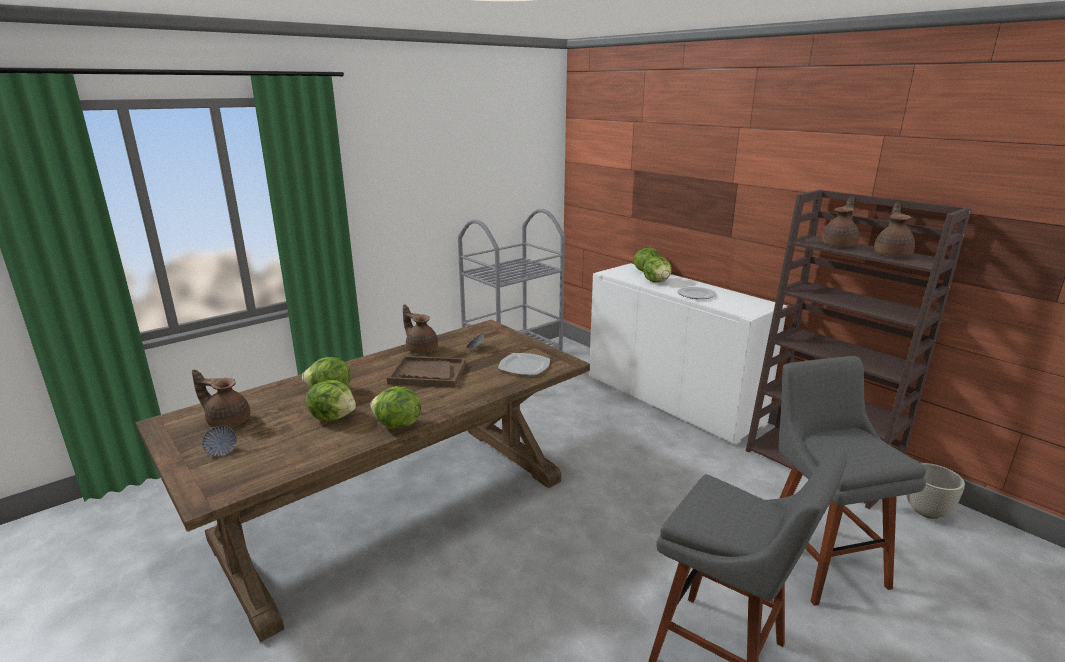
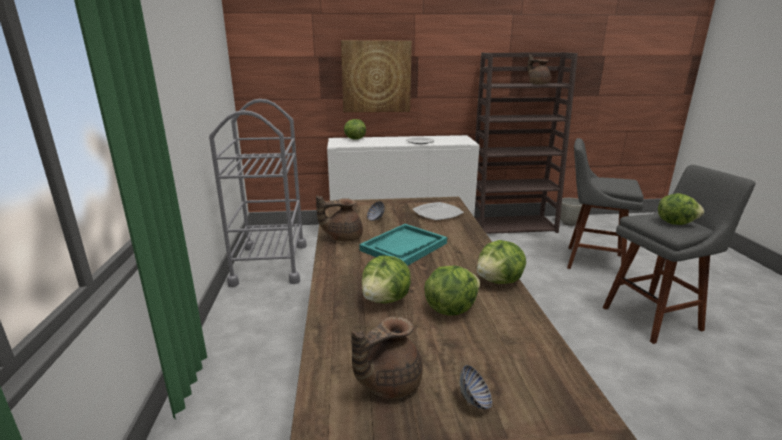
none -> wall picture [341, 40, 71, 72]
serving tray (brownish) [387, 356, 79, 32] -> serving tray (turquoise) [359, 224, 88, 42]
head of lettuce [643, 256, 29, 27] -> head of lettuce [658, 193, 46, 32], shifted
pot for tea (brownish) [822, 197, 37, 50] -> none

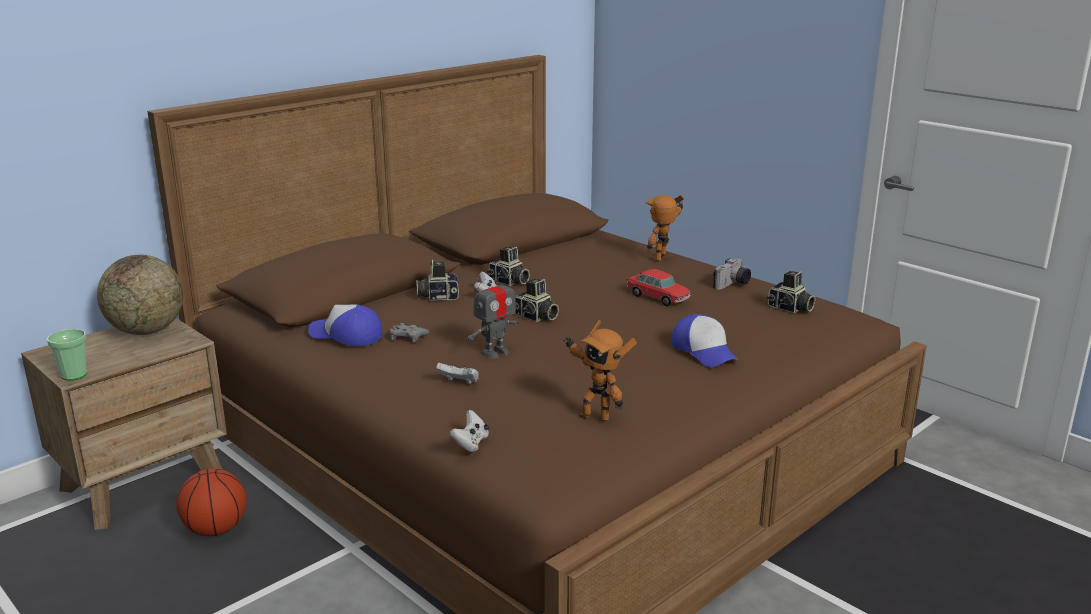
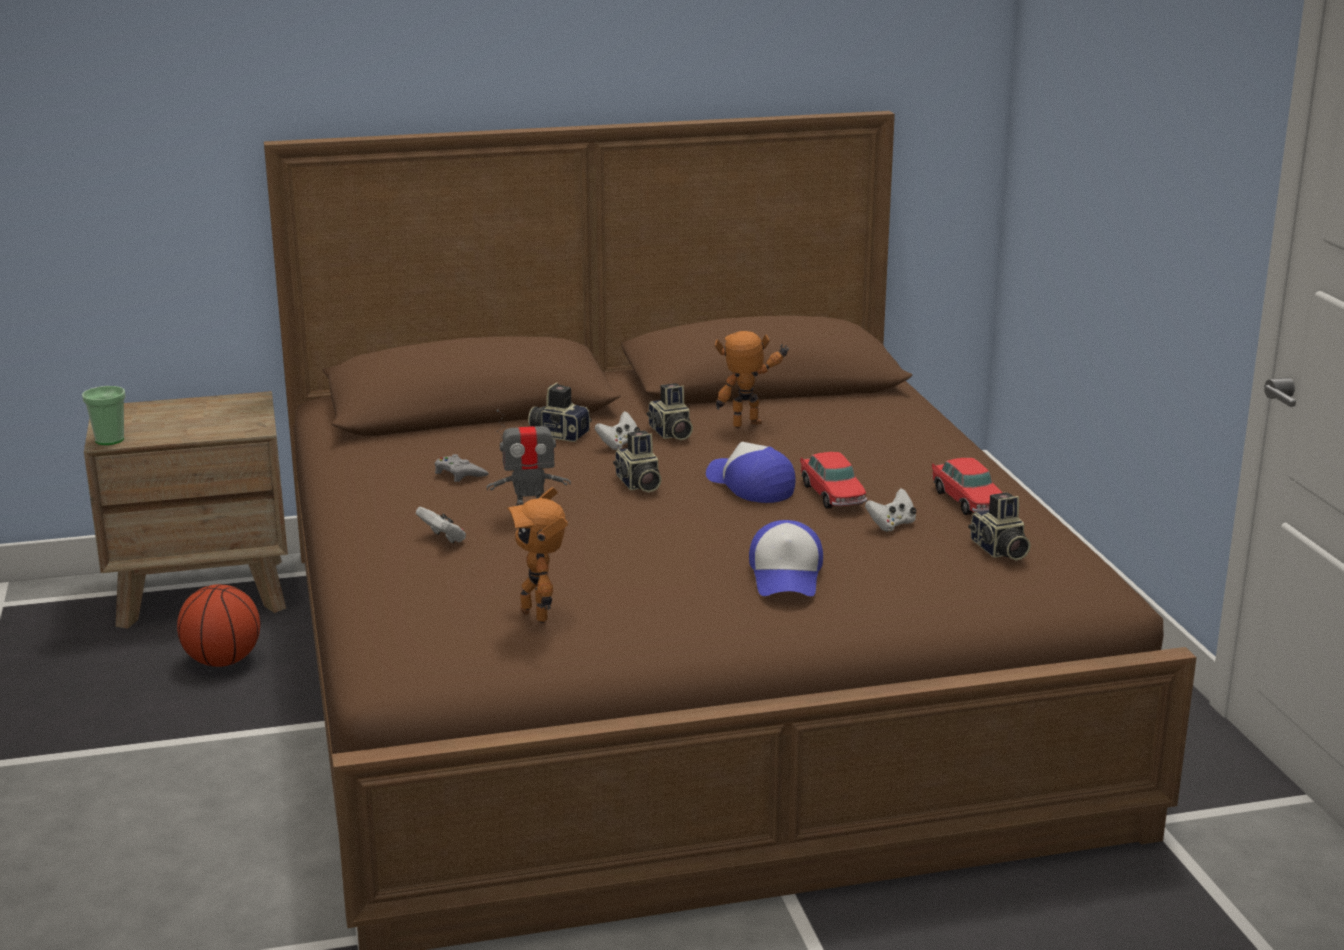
cap [308, 304, 74, 42] -> cap [706, 442, 90, 61], shifted
toy robot [646, 195, 38, 66] -> toy robot [715, 331, 74, 97], shifted
game controller (white-coloured) [450, 410, 39, 42] -> game controller (white-coloured) [865, 488, 51, 44], shifted
photo camera [713, 258, 38, 32] -> model car [932, 458, 70, 57]
desk globe [97, 255, 86, 80] -> none

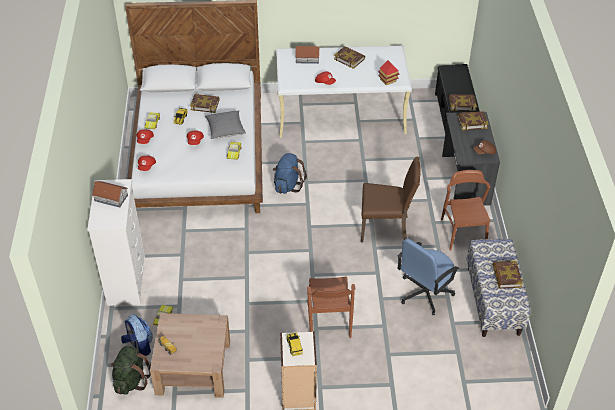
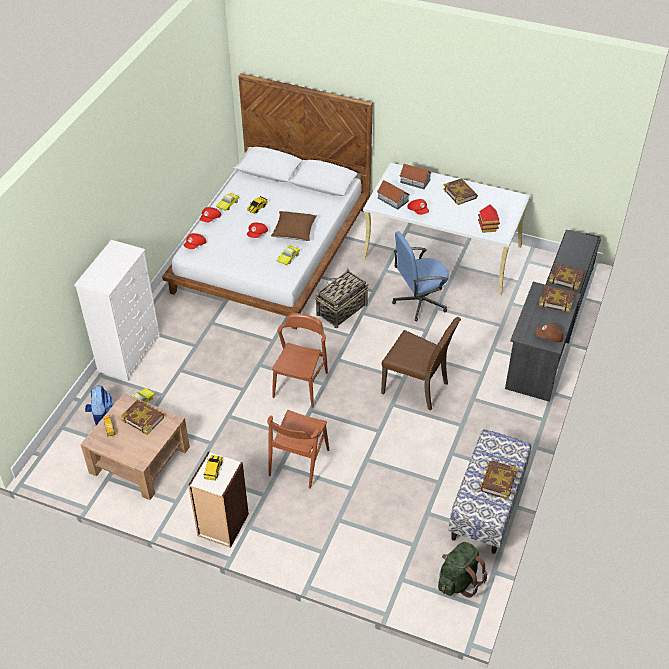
bound book [190, 94, 29, 19] -> bound book [121, 400, 43, 35], shifted
cushion (gray) [205, 110, 41, 29] -> cushion (brownish) [271, 211, 46, 30]
plain chair (brownish) [441, 170, 50, 81] -> plain chair (brownish) [272, 313, 56, 95], shifted
backpack (blue) [273, 153, 34, 41] -> household basket [315, 269, 54, 59]
miniature house [92, 181, 36, 27] -> miniature house [377, 180, 33, 30], shifted
computer chair (blue) [397, 239, 62, 76] -> computer chair (blue) [392, 231, 57, 91], shifted
backpack (green-coloured) [111, 346, 40, 49] -> backpack (green-coloured) [438, 542, 49, 56], shifted

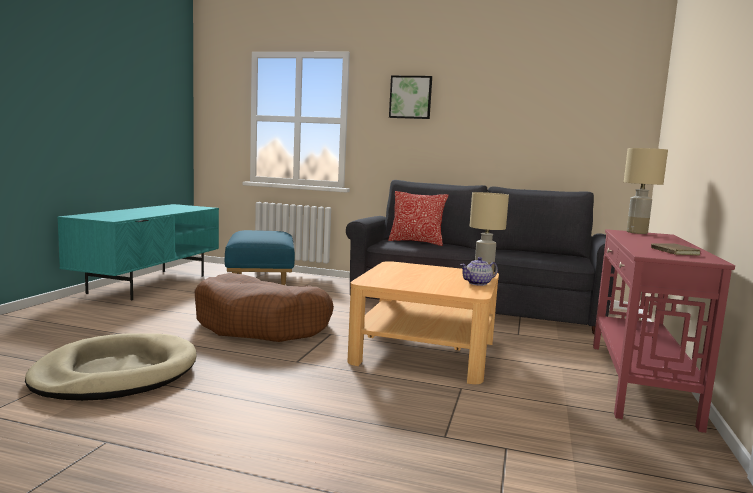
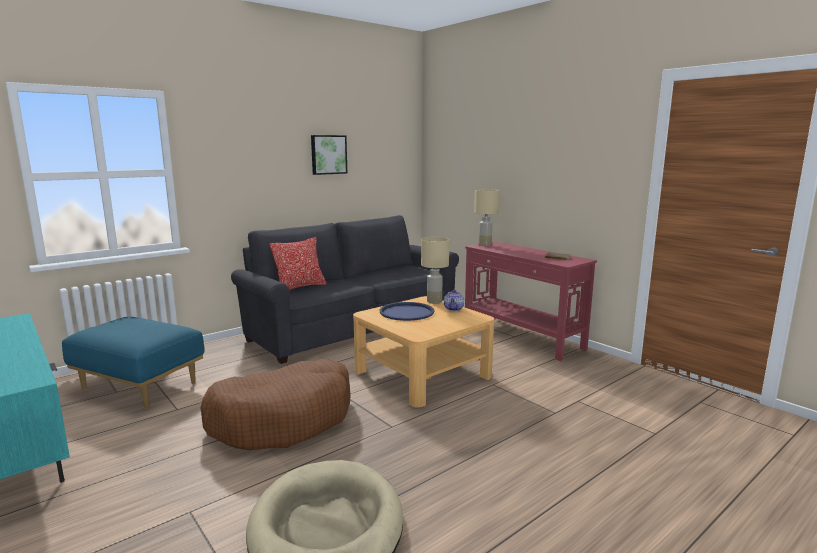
wall picture [389, 76, 43, 43] -> wall picture [311, 135, 36, 40], shifted
none -> serving tray (blue) [379, 302, 56, 19]

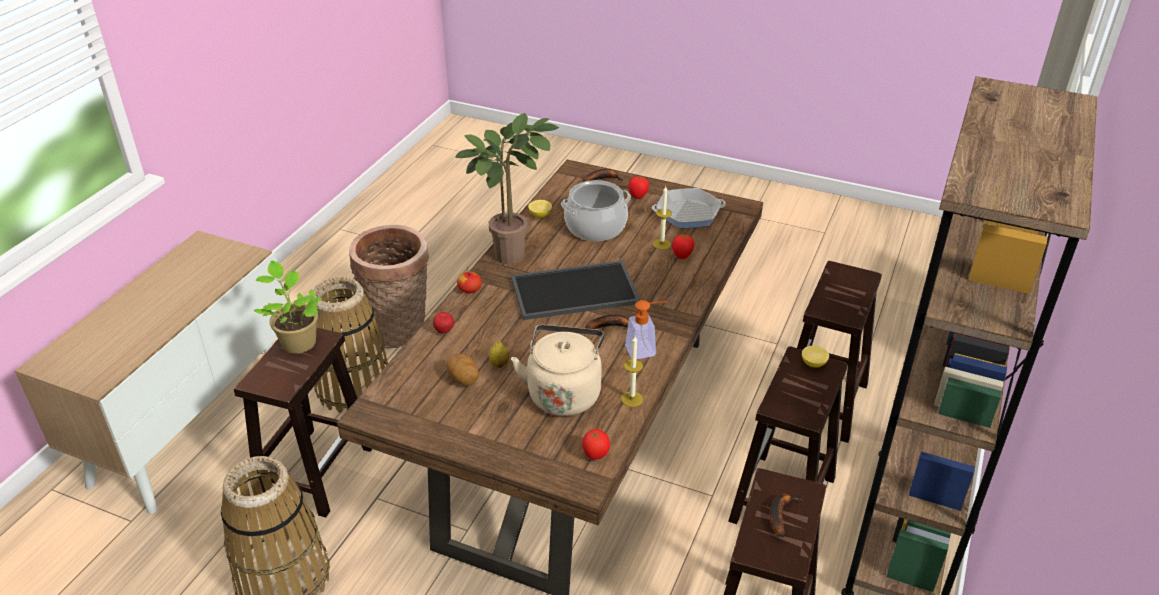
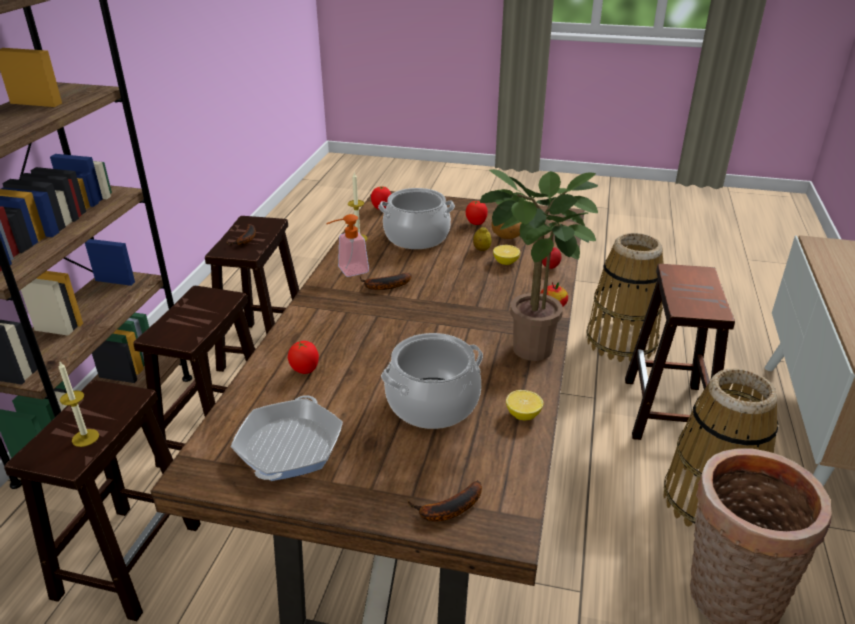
wax candle [653, 186, 19, 64] -> wax candle [59, 362, 40, 85], shifted
skillet [652, 188, 74, 40] -> skillet [231, 395, 112, 86], 60 degrees counterclockwise
water kettle (beige) [511, 325, 93, 91] -> saucepot [378, 188, 77, 61]
fresh tomato [628, 176, 21, 23] -> fresh tomato [466, 201, 22, 24], shifted
lemon [802, 346, 27, 22] -> lemon [493, 245, 27, 20], shifted
plant in a pot [254, 260, 68, 94] -> none
serving tray [511, 260, 129, 60] -> none

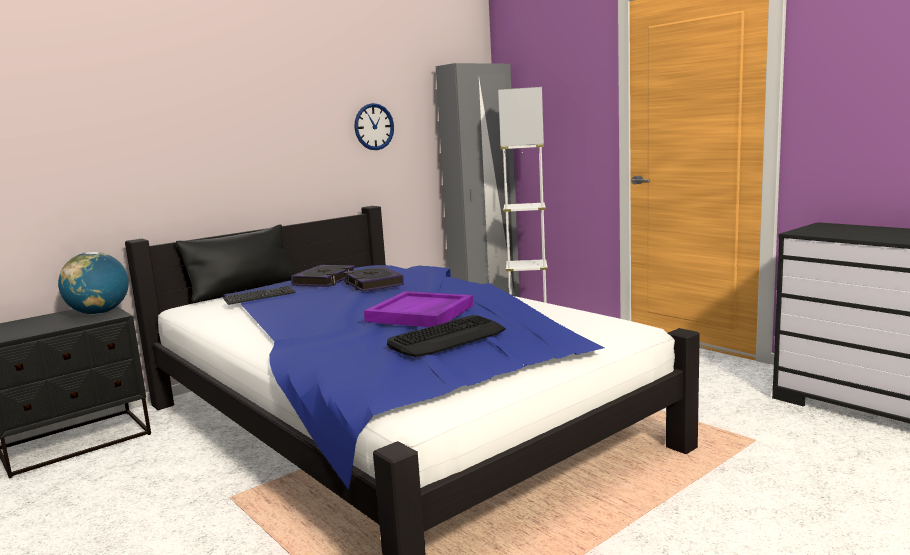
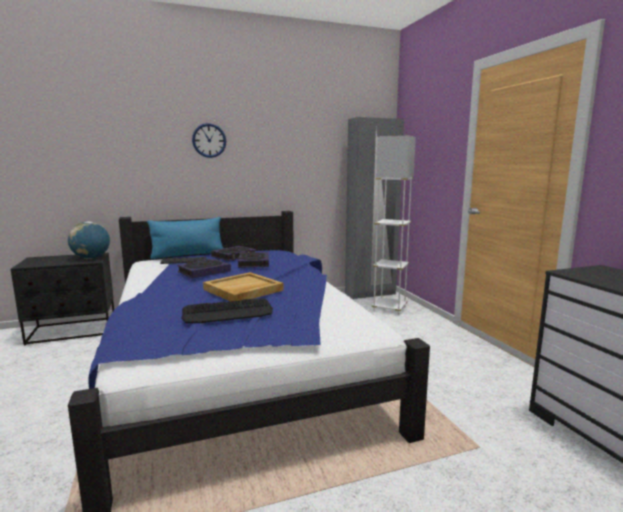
cushion (black) [176, 224, 120, 79] -> cushion (blue) [147, 217, 77, 42]
none -> bound book [178, 259, 53, 20]
clock on the wall [355, 103, 39, 47] -> clock on the wall [192, 123, 34, 35], shifted
serving tray (purple-coloured) [364, 291, 109, 36] -> serving tray (beige) [203, 272, 81, 29]

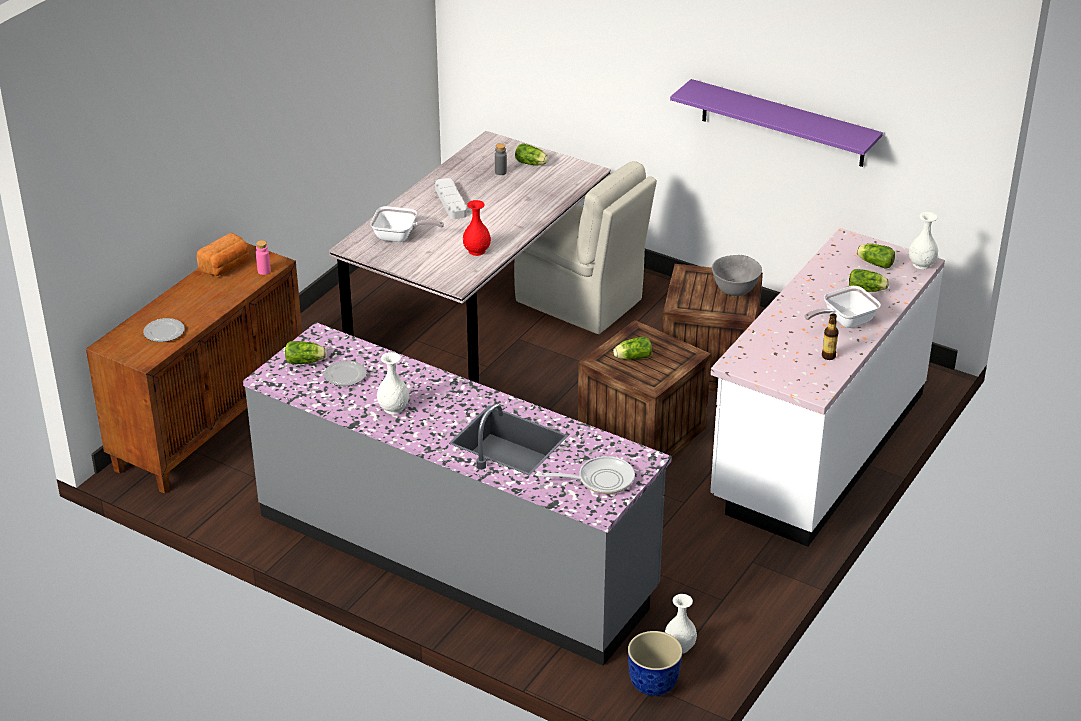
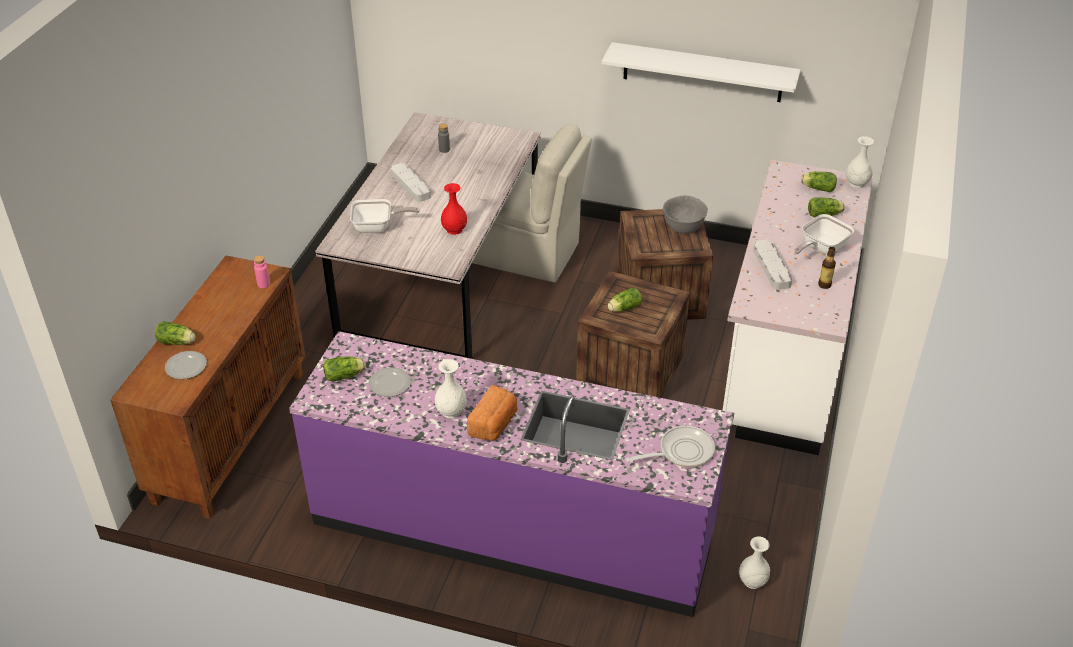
head of lettuce [515, 143, 34, 22] -> head of lettuce [155, 321, 41, 24], shifted
kitchen counter (gray) [243, 322, 429, 344] -> kitchen counter (purple-coloured) [289, 331, 445, 286]
bakery bread [197, 233, 52, 43] -> bakery bread [467, 385, 50, 56], shifted
shelf (purple-coloured) [670, 79, 213, 88] -> shelf (white-coloured) [602, 42, 199, 60]
none -> serving tray (gray) [753, 240, 39, 50]
plant pot [628, 631, 55, 65] -> none

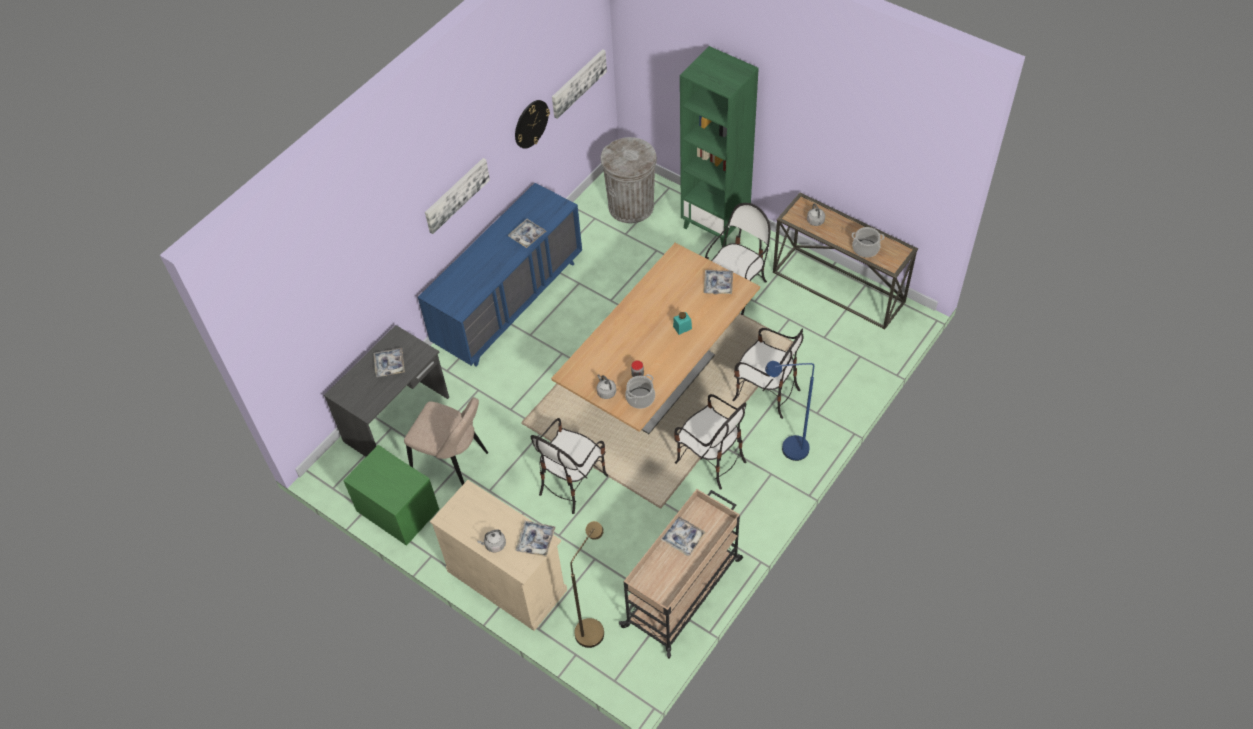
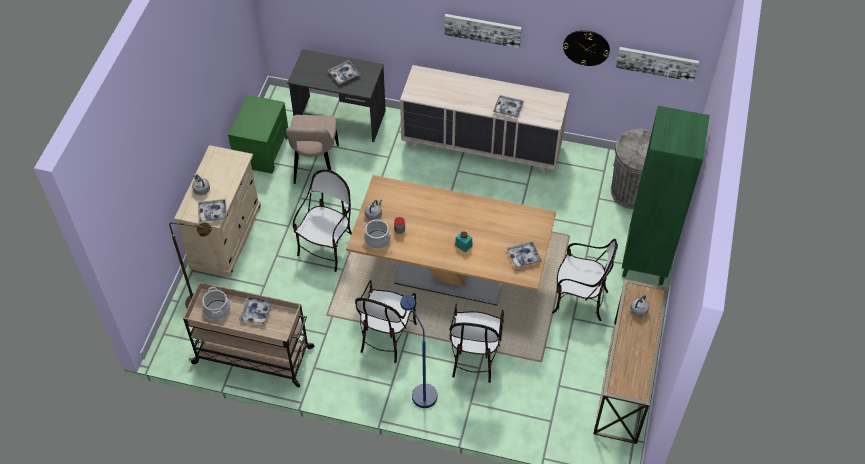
saucepot [852, 227, 32, 31] -> saucepot [202, 287, 28, 33], shifted
plain chair [531, 418, 77, 96] -> plain chair [293, 170, 59, 102], 105 degrees clockwise
dresser (blue) [418, 183, 164, 183] -> dresser (beige) [400, 65, 169, 109]

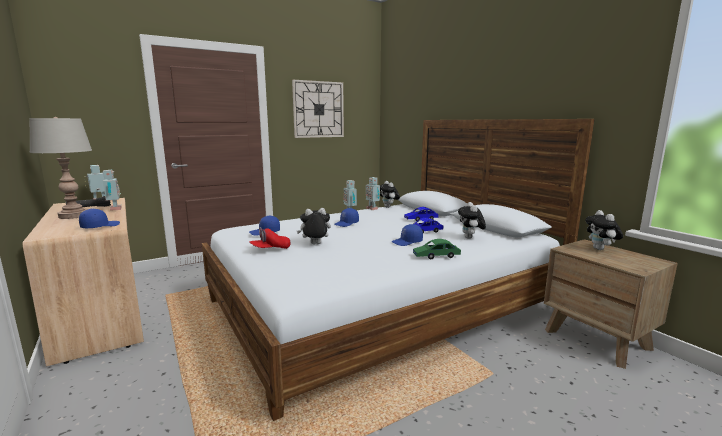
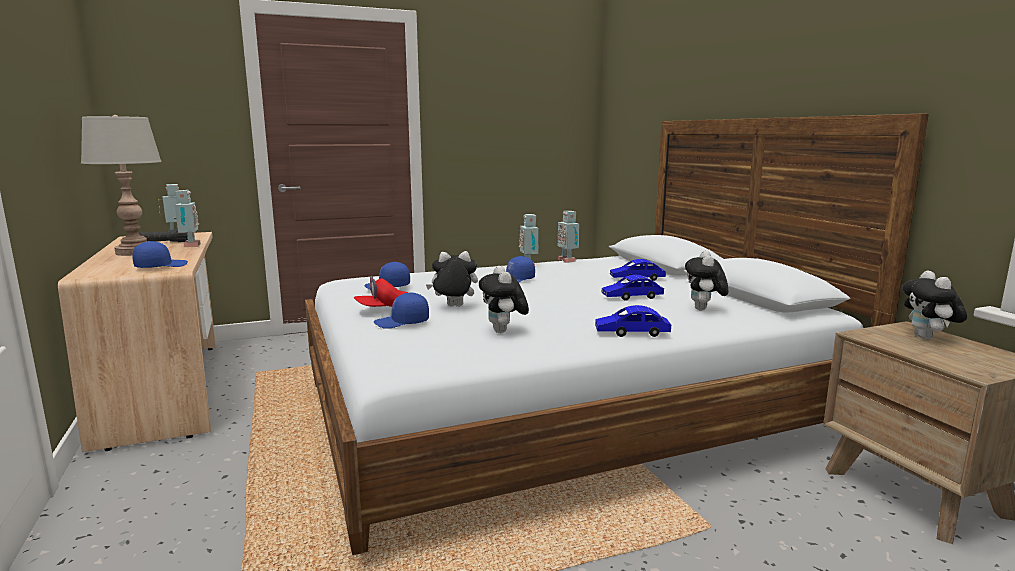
cap (blue) [392, 224, 31, 22] -> cap (blue) [374, 292, 55, 37], shifted
plush toy [380, 181, 20, 27] -> plush toy [479, 266, 50, 67], shifted
model car (green-coloured) [413, 239, 48, 20] -> model car (blue) [595, 305, 76, 32]
clock on the wall [292, 80, 52, 58] -> none

